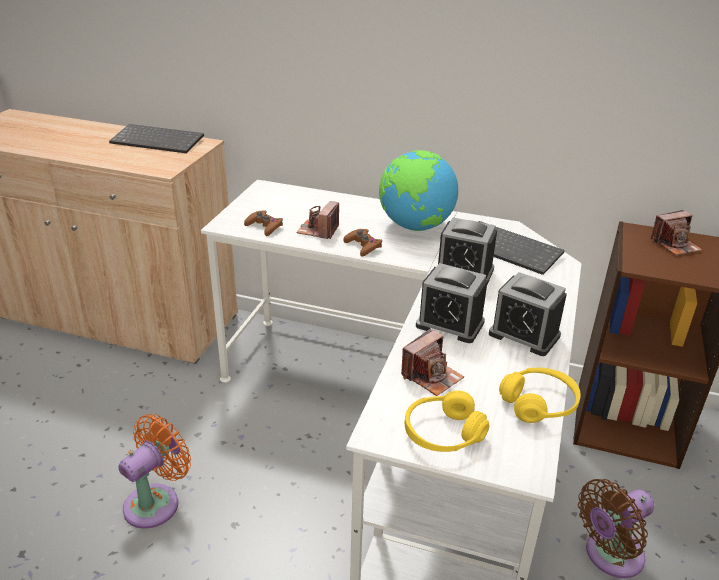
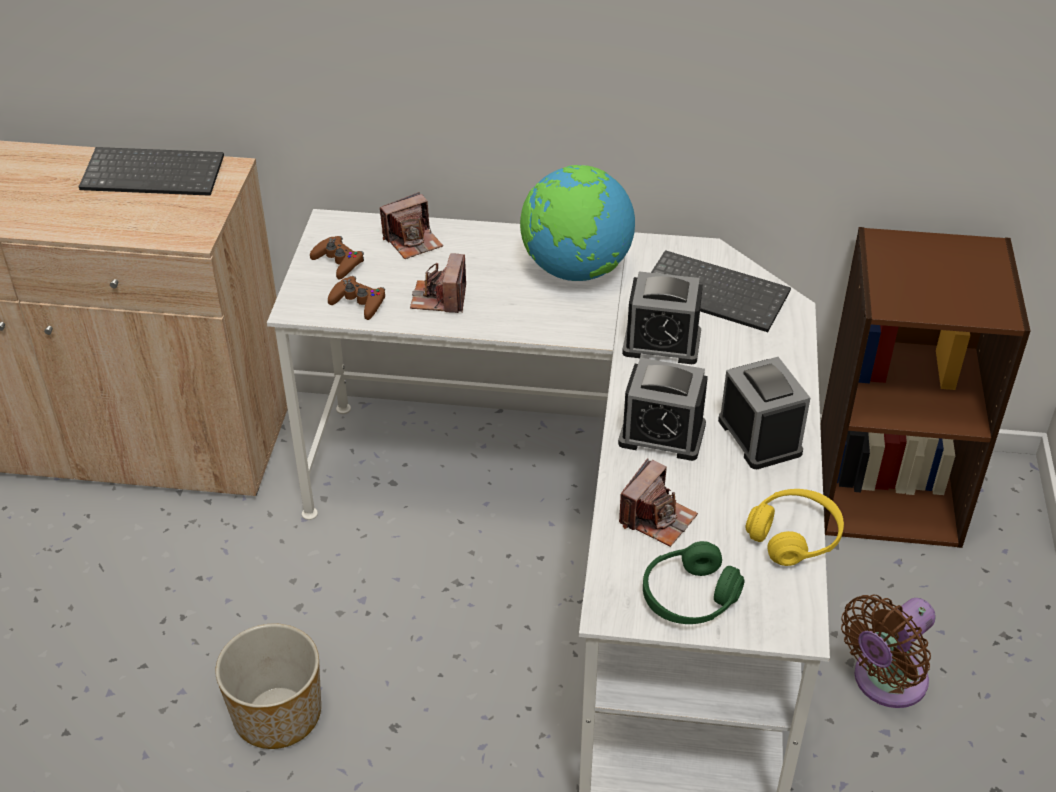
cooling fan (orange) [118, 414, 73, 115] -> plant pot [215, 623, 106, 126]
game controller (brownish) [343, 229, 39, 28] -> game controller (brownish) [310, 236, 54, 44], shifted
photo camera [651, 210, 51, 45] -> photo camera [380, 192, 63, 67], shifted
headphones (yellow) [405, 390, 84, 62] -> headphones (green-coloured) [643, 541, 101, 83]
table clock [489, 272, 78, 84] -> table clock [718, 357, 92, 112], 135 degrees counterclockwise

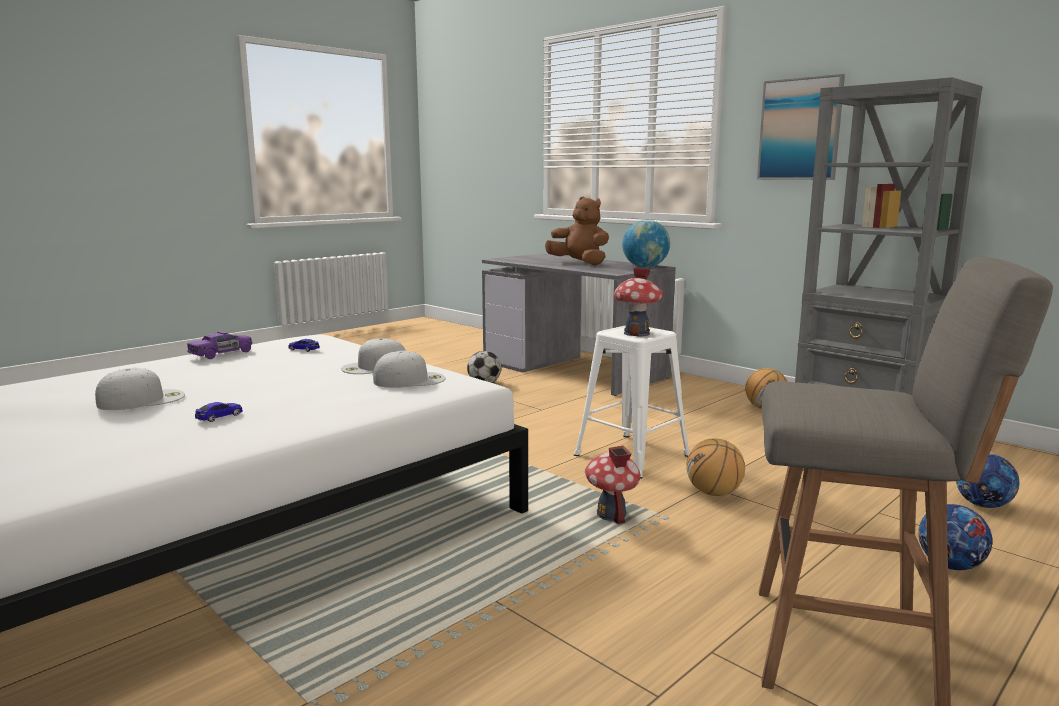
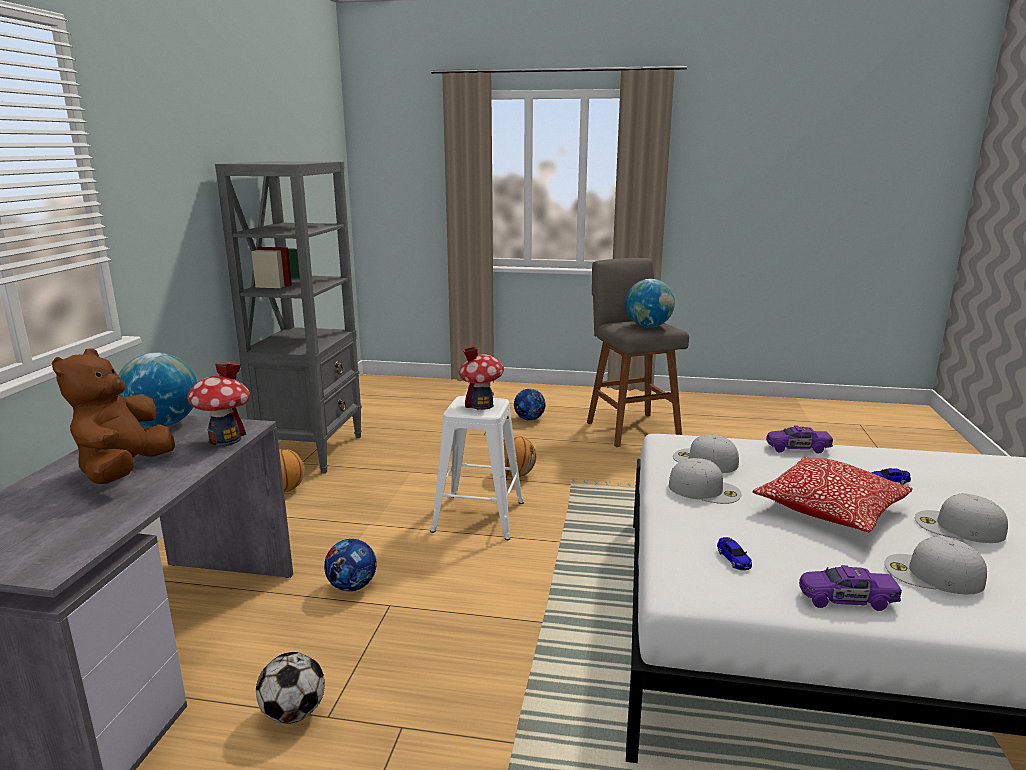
miniature house [585, 446, 56, 78] -> miniature house [187, 362, 63, 85], shifted
football [956, 453, 63, 55] -> football [324, 539, 53, 52], shifted
none -> desk globe [626, 279, 49, 48]
none -> cushion [753, 456, 160, 76]
none -> model car (purple-coloured) [766, 425, 67, 29]
none -> cap (white-coloured) [884, 536, 103, 58]
wall picture [757, 74, 88, 106] -> none

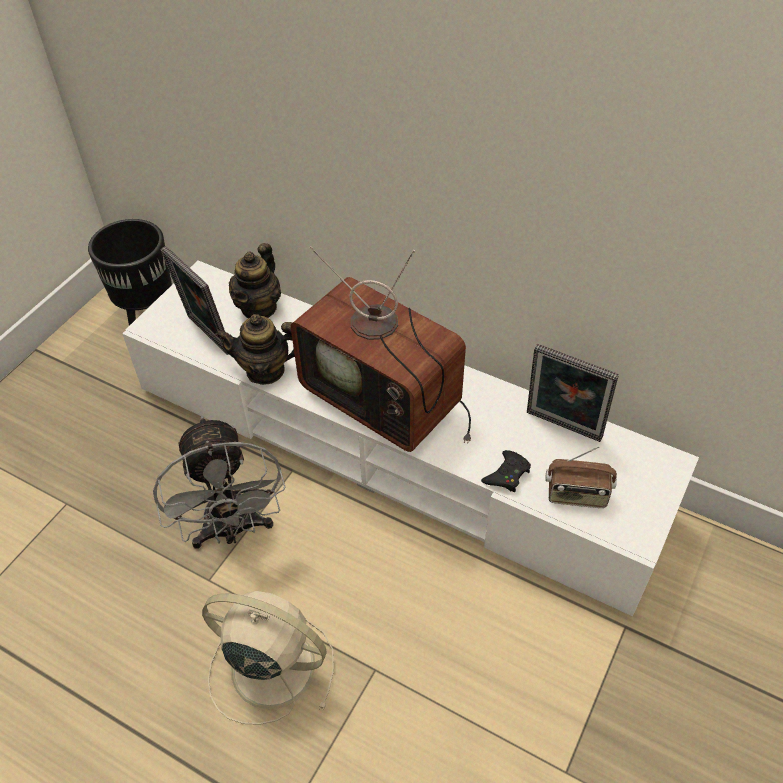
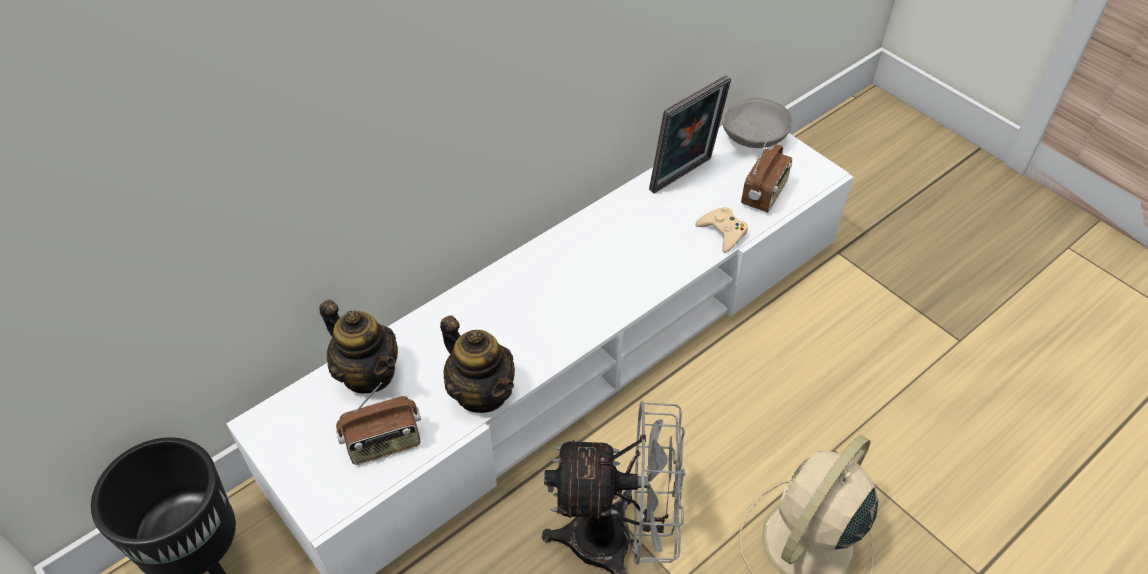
picture frame [160, 246, 68, 109] -> radio set [336, 383, 85, 82]
pot for tea [215, 314, 80, 71] -> pot for tea [440, 315, 75, 98], 60 degrees counterclockwise
game controller (black) [481, 450, 50, 42] -> game controller (beige) [695, 207, 53, 46]
none -> serving bowl (gray) [722, 98, 71, 50]
television [291, 246, 180, 206] -> none

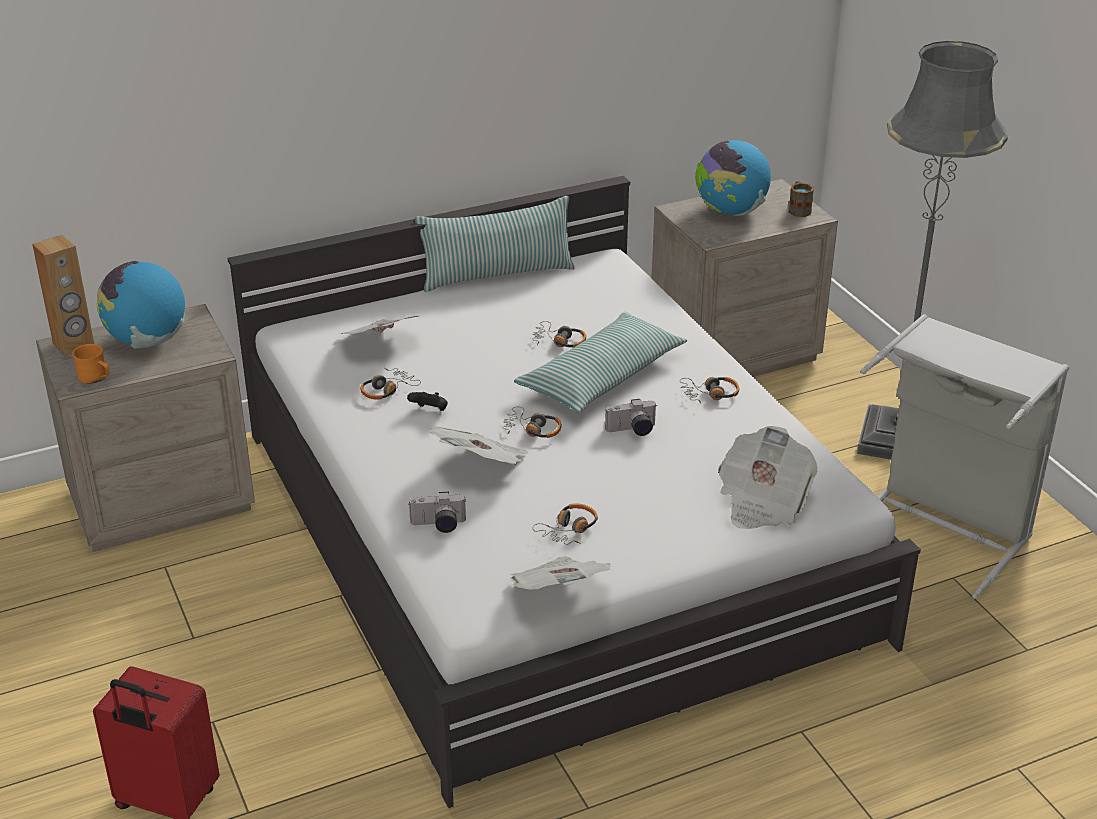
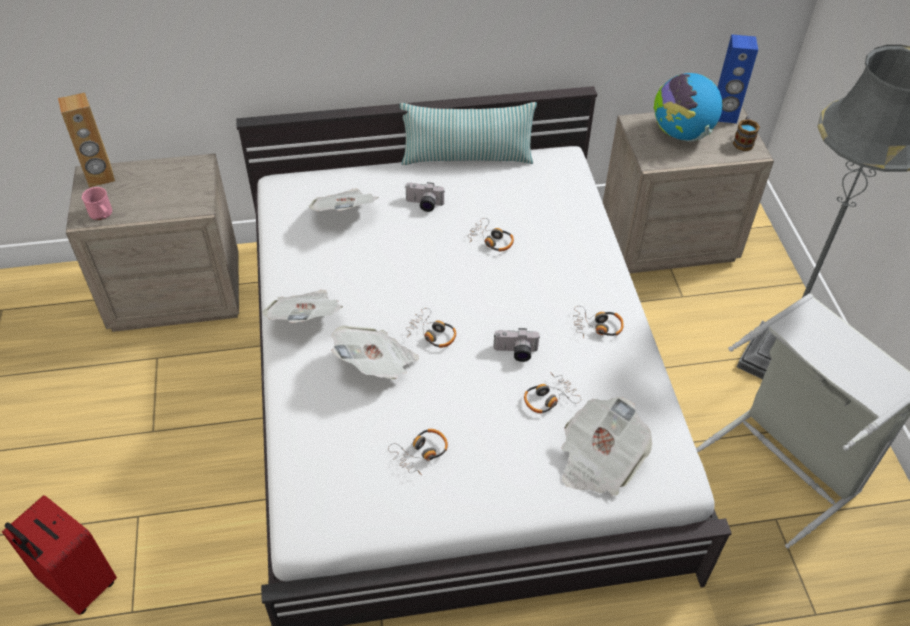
mug (orange) [72, 344, 38, 40] -> mug (pink-coloured) [82, 187, 30, 33]
newspaper [510, 556, 101, 33] -> newspaper [262, 290, 81, 33], shifted
photo camera [408, 491, 58, 42] -> photo camera [405, 182, 40, 30], shifted
headphones [360, 368, 61, 32] -> headphones [524, 373, 57, 40], shifted
none -> loudspeaker (blue) [717, 34, 41, 89]
desk globe [96, 261, 89, 88] -> none
game controller (black) [407, 392, 41, 19] -> none
cushion [514, 312, 173, 101] -> none

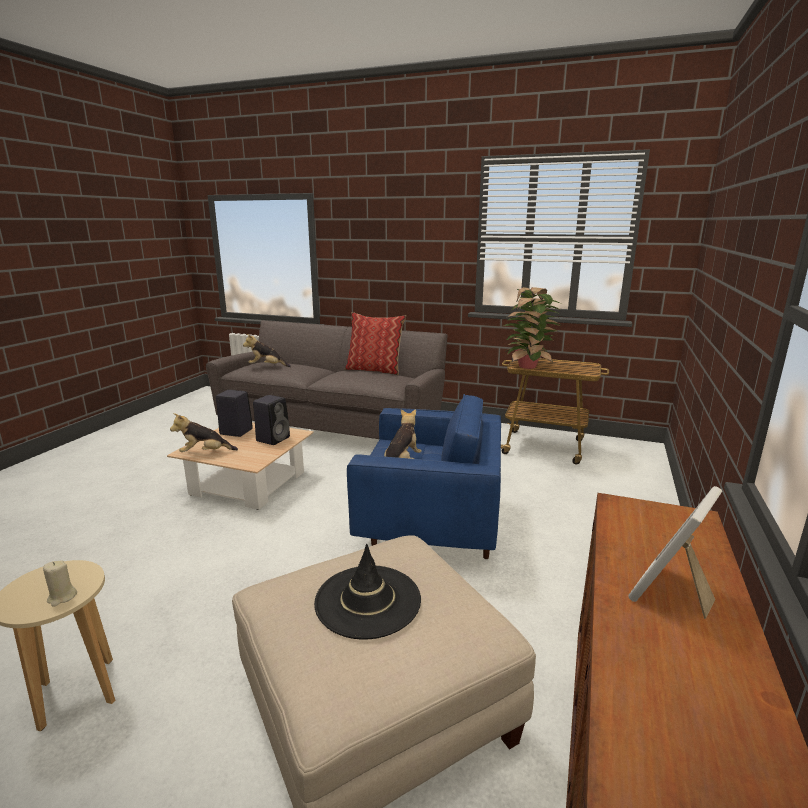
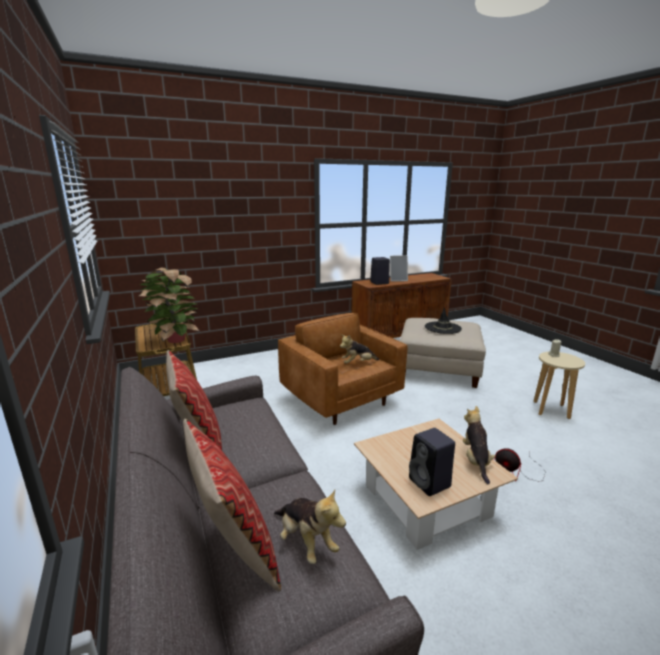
none -> cushion [183, 419, 98, 172]
easy chair (blue) [347, 394, 154, 165] -> easy chair (brownish) [278, 313, 129, 112]
loudspeaker (black) [253, 395, 37, 50] -> loudspeaker (black) [370, 257, 20, 28], shifted
plush toy [170, 413, 68, 39] -> plush toy [463, 406, 33, 78], 120 degrees counterclockwise
none -> cooling fan [494, 448, 51, 34]

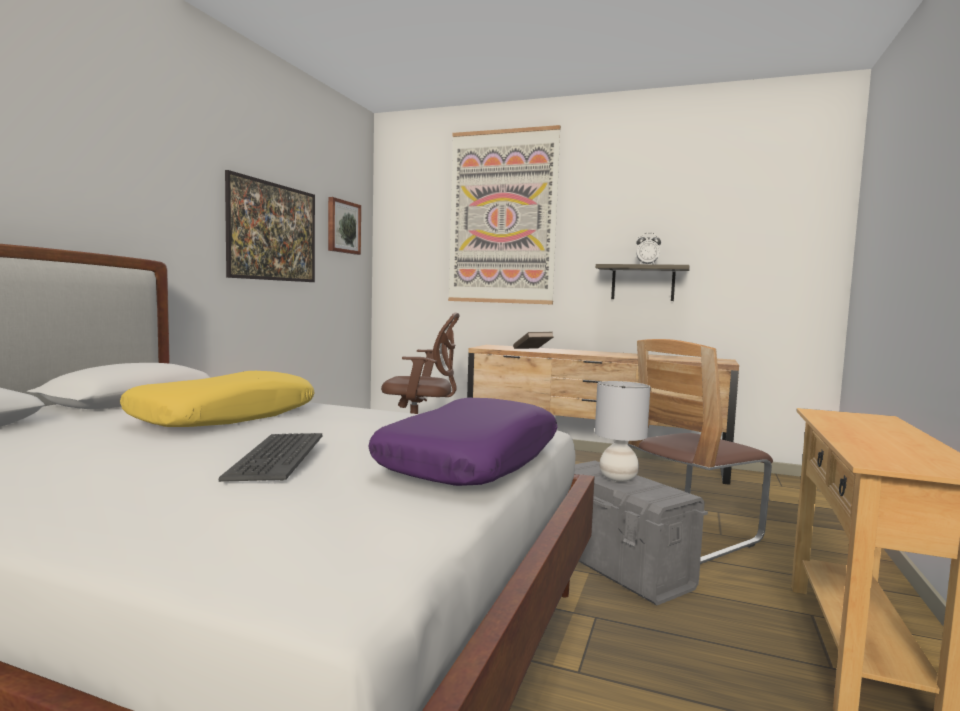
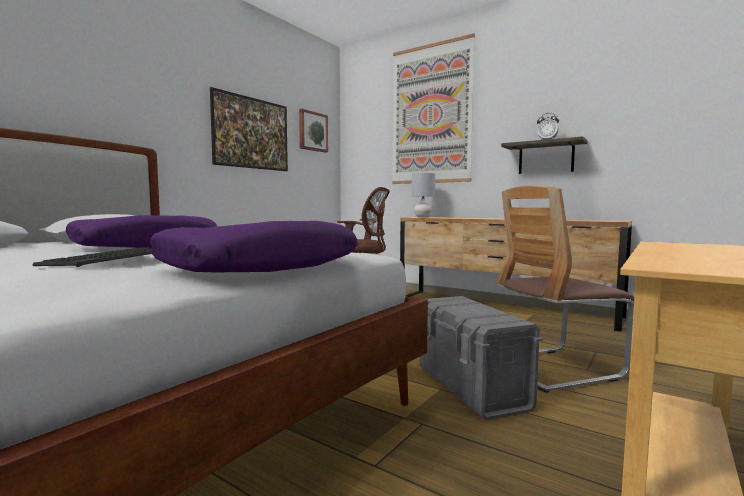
cushion (yellow) [120, 371, 194, 56] -> cushion (purple-coloured) [66, 215, 151, 33]
tabletop lamp (gray) [595, 381, 55, 101] -> tabletop lamp (gray) [412, 173, 23, 44], shifted
bound book (brownish) [513, 332, 40, 17] -> none

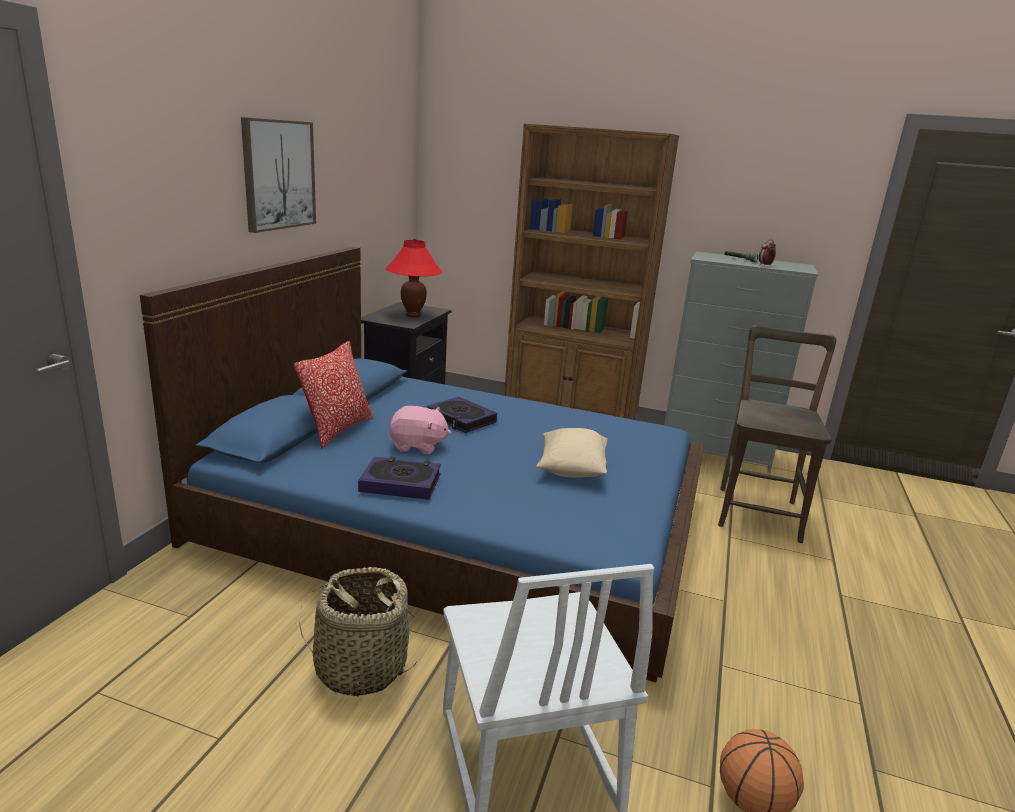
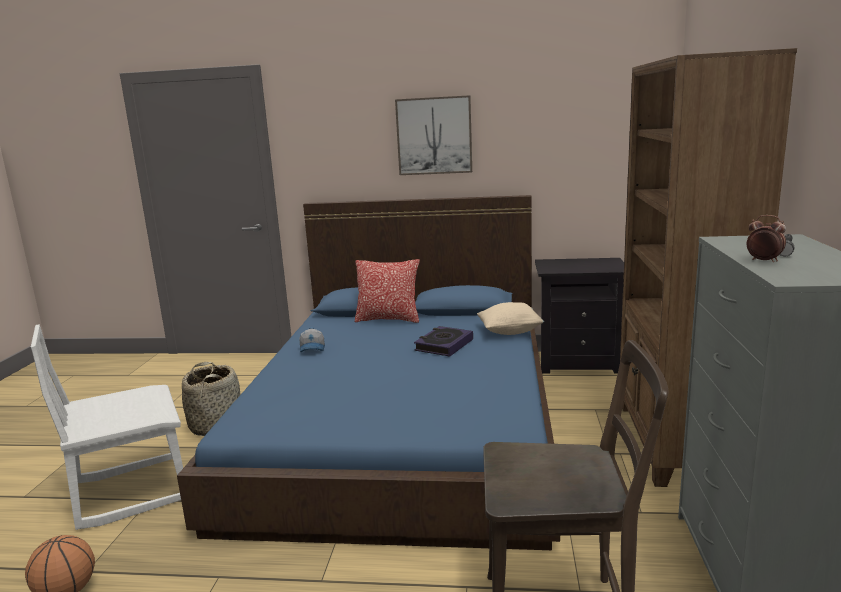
bound book [358, 456, 83, 44] -> cap [299, 327, 26, 25]
cushion (beige) [536, 428, 72, 50] -> cushion (beige) [477, 302, 67, 33], shifted
tabletop lamp (red) [386, 238, 56, 79] -> none
plush toy (pink-coloured) [390, 406, 61, 48] -> none

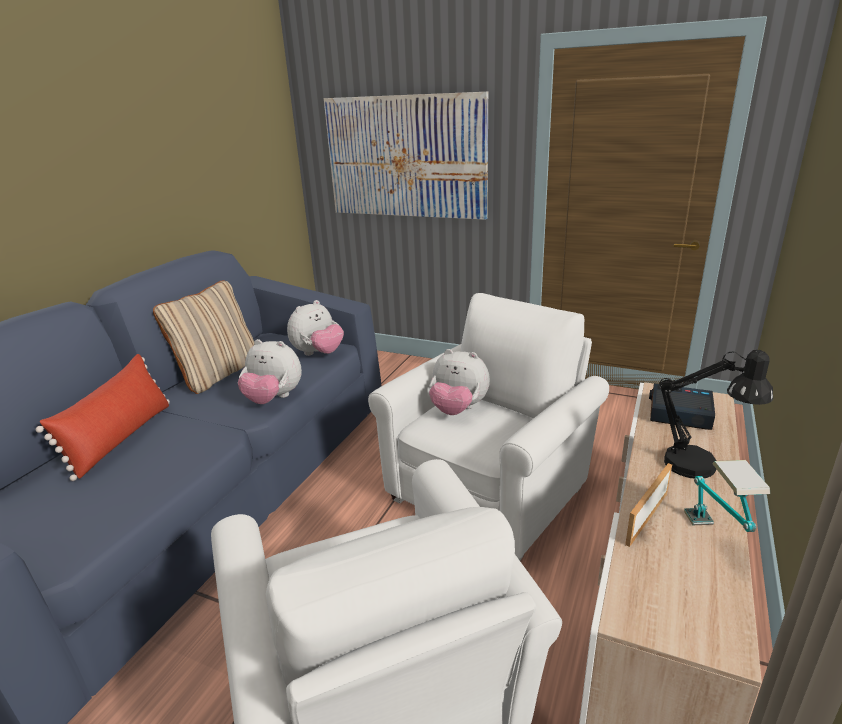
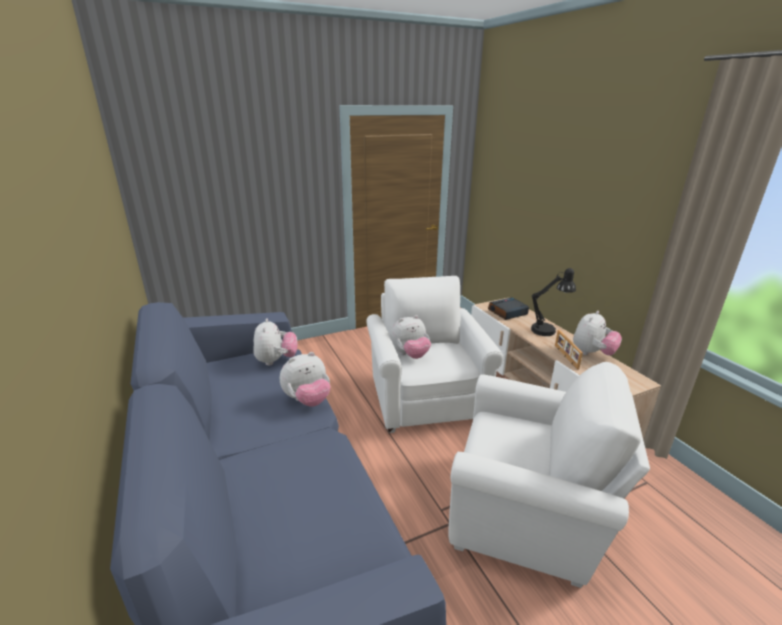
tabletop lamp [684, 460, 86, 72] -> plush toy [573, 311, 49, 45]
cushion (red) [36, 354, 134, 127] -> none
cushion (beige) [153, 280, 101, 114] -> none
wall picture [324, 92, 164, 128] -> none

